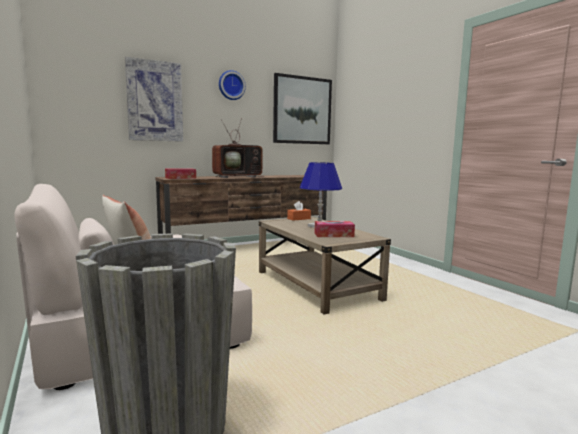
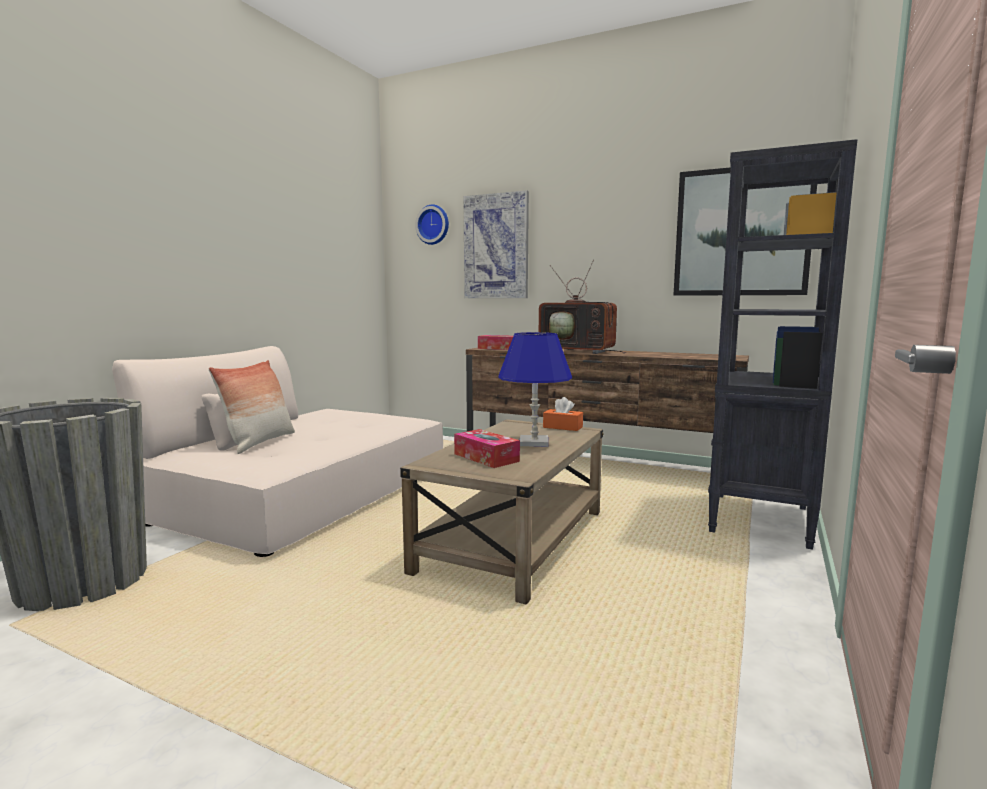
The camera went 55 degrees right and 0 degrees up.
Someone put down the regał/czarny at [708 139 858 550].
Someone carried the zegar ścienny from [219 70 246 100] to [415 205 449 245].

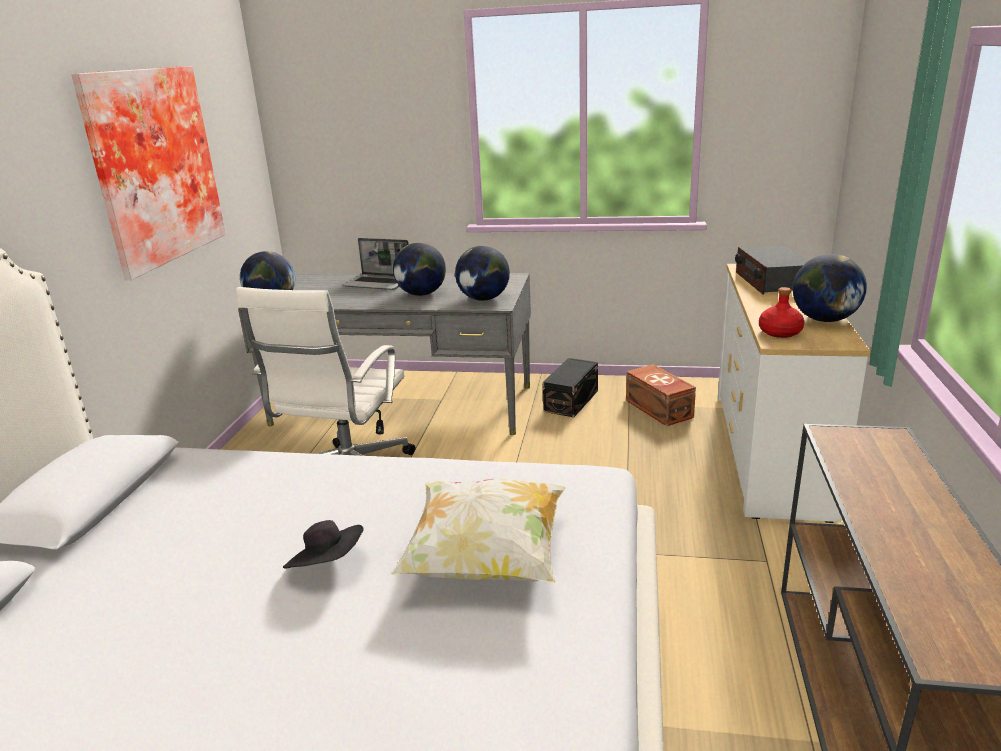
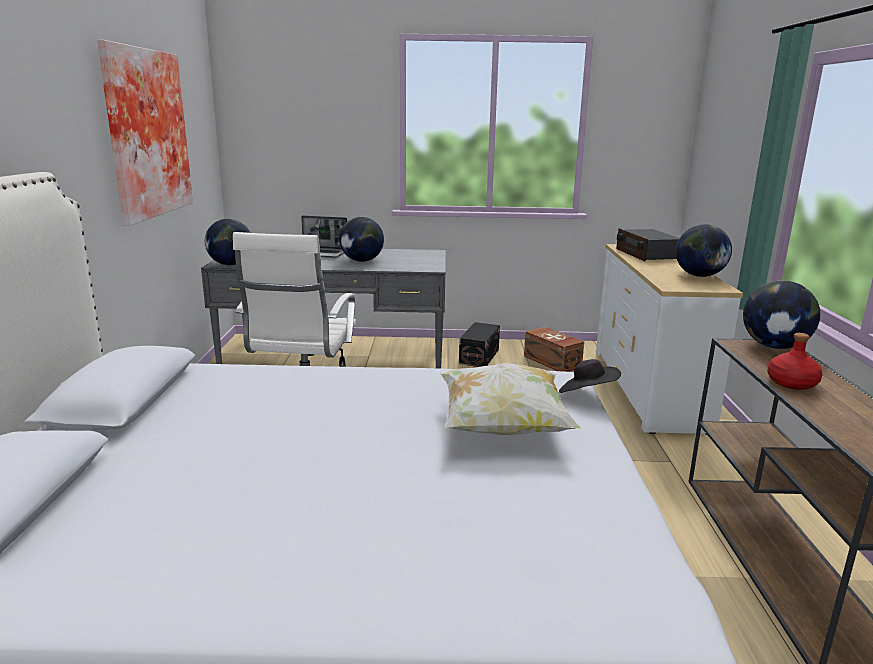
The camera went 10 degrees left and 5 degrees down.
Someone carried the kapelusz/czarny from [283 520 364 569] to [559 359 621 393].
Someone carried the globus from [455 246 510 301] to [743 280 820 349].
Someone carried the butelka/czerwony from [759 287 804 338] to [767 333 822 390].

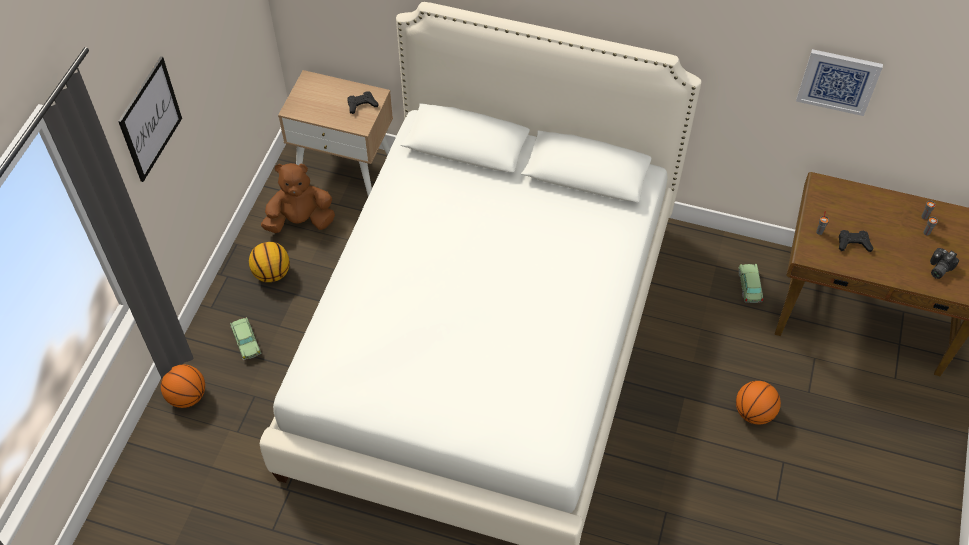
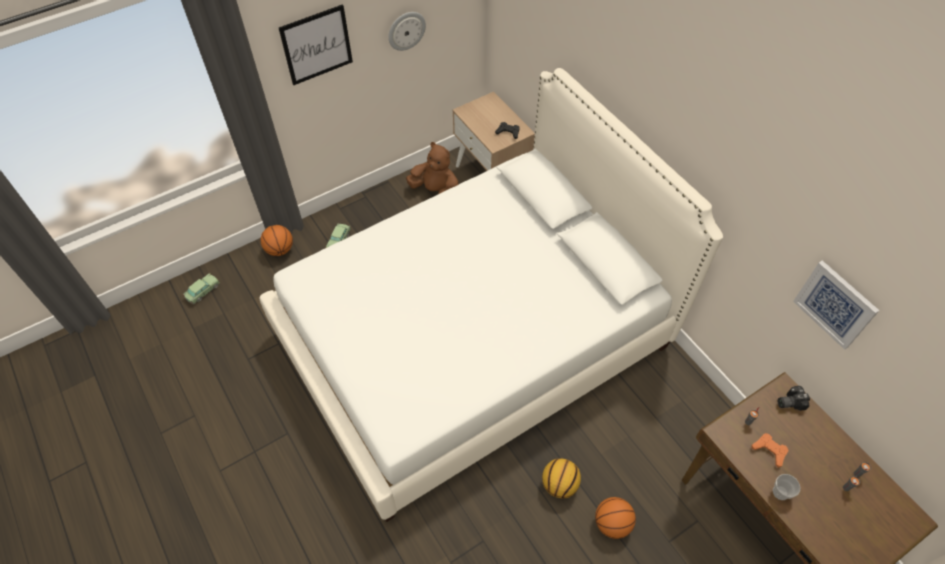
The camera went 40 degrees right and 0 degrees up.
Someone put up the zegar ścienny at [388 12 426 51].
Someone put down the filiżanka at [773 474 801 500].
Someone carried the piłka do koszykówki from [249 242 289 282] to [542 458 581 498].
Someone carried the samochodzik from [738 264 763 303] to [183 273 220 304].
Someone carried the aparat fotograficzny from [930 248 959 279] to [778 386 810 411].
Someone repainted the pad do gier/czarny at [839 230 873 252], which became the pad do gier/pomarańczowy at [751 433 788 468].

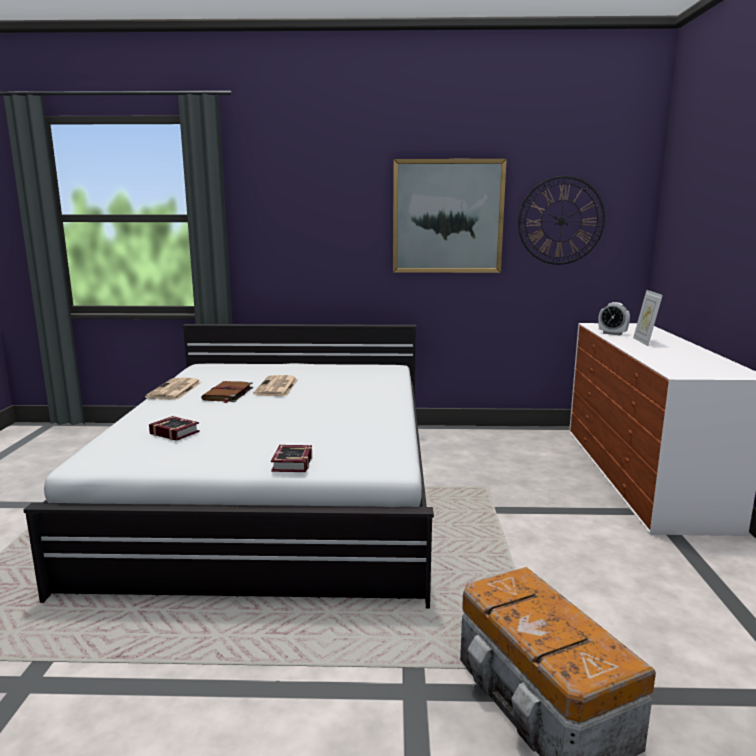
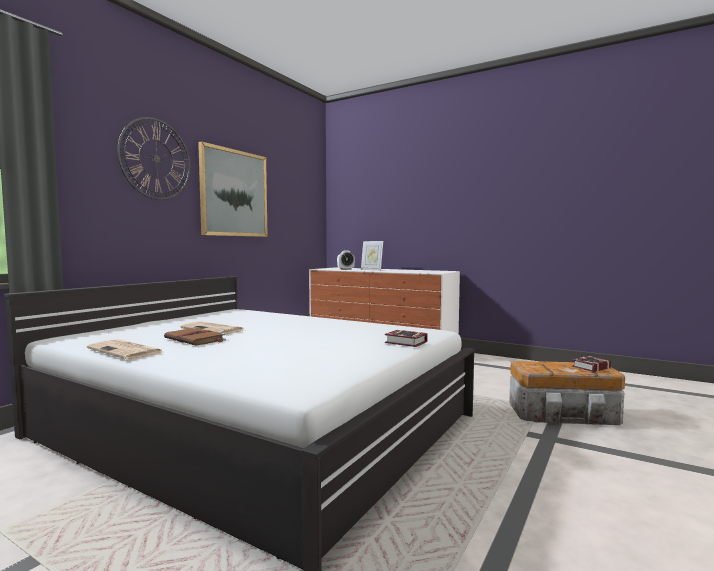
The camera went 60 degrees left and 10 degrees down.
Someone carried the książka from [149 416 200 441] to [572 356 611 372].
Someone carried the zegar ścienny from [518 176 605 265] to [117 117 191 200].

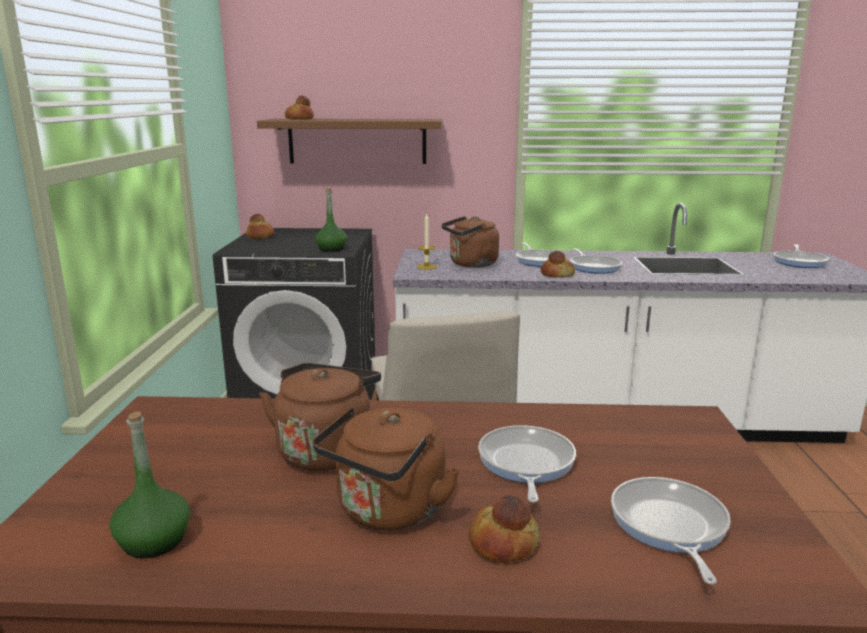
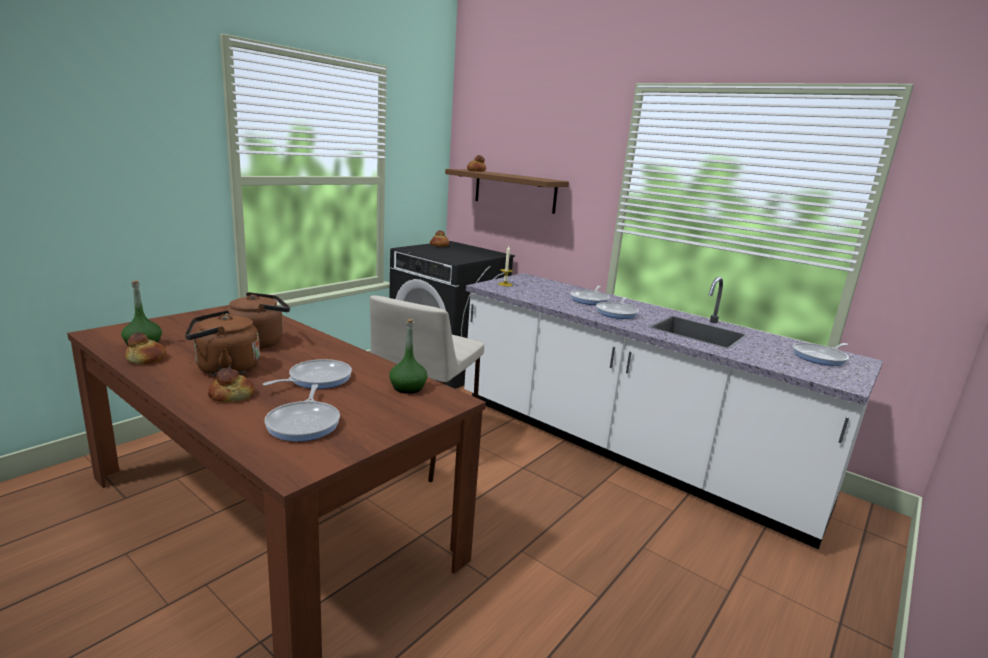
The camera went 35 degrees right and 0 degrees up.
Someone took away the czajnik/brązowy at [442 216 499 268].
Someone carried the butelka/zielony from [315 188 347 252] to [389 319 428 394].
Someone carried the chleb from [541 251 575 278] to [125 332 167 364].
Someone rotated the patelnia at [611 477 731 585] by 135 degrees clockwise.

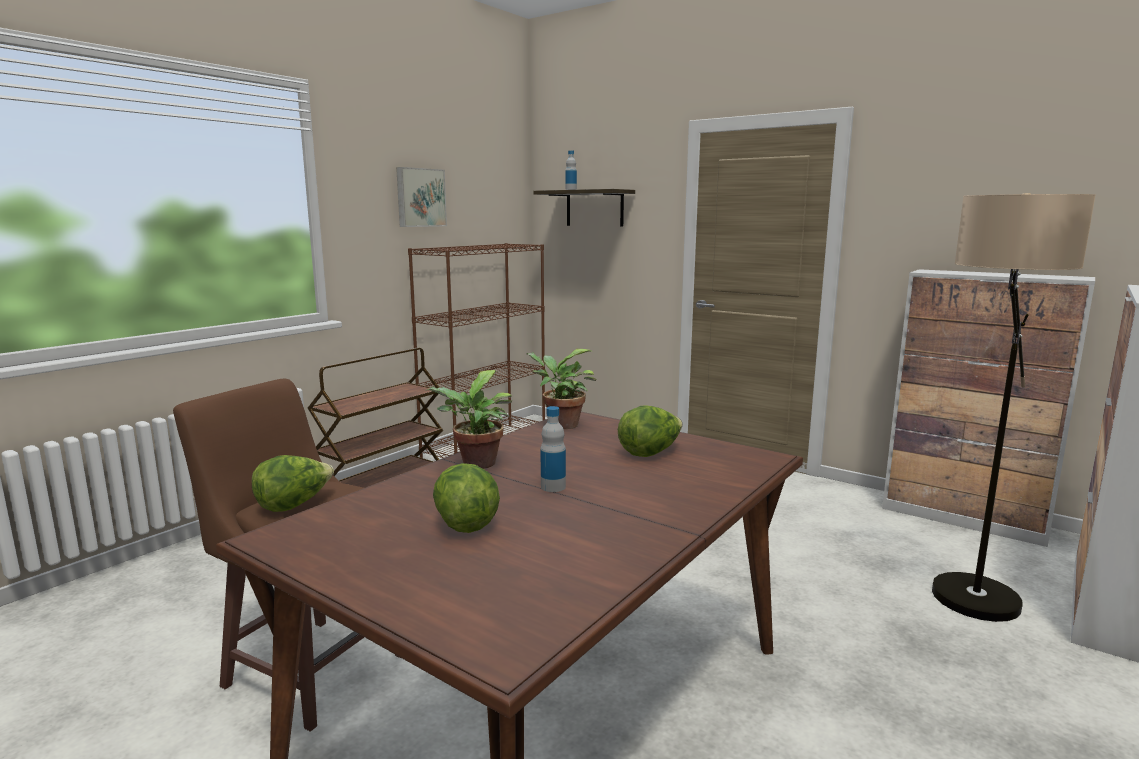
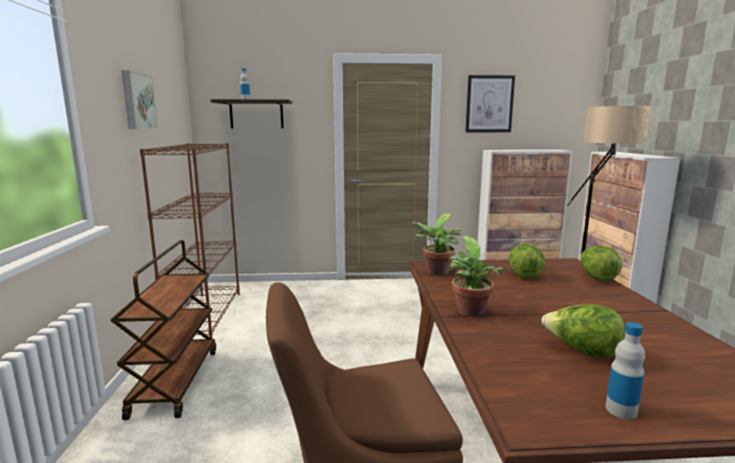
The camera went 40 degrees left and 0 degrees up.
Someone put up the obraz at [465 75 515 132].
Someone carried the sałata from [252 455 334 512] to [580 246 622 282].
Someone carried the butelka from [540 406 566 492] to [606 322 645 419].

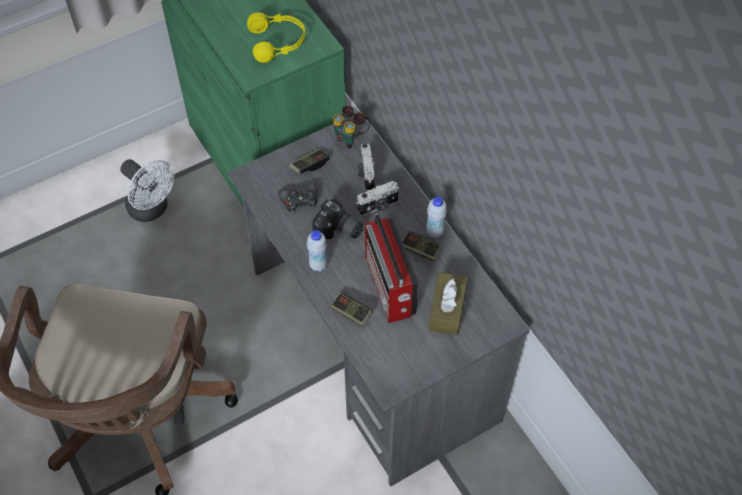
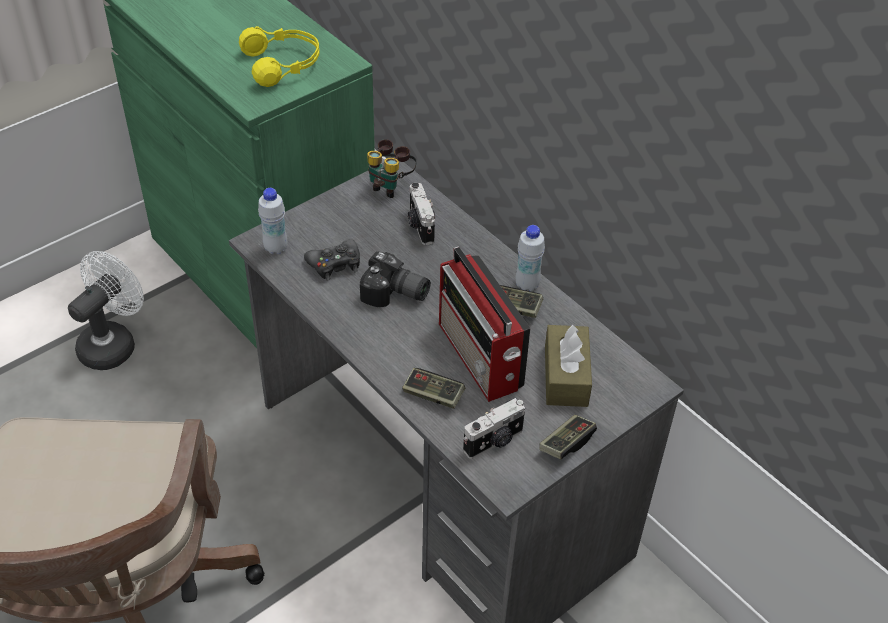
The camera went 10 degrees left and 10 degrees down.
Someone carried the pad do gier from [290 149 329 174] to [539 415 597 459].
Someone carried the butelka/biały from [307 230 327 272] to [258 188 287 254].
Someone carried the aparat fotograficzny from [356 181 399 216] to [463 398 525 459].
Someone rotated the wentylator/biały at [120 159 174 222] by 90 degrees counterclockwise.

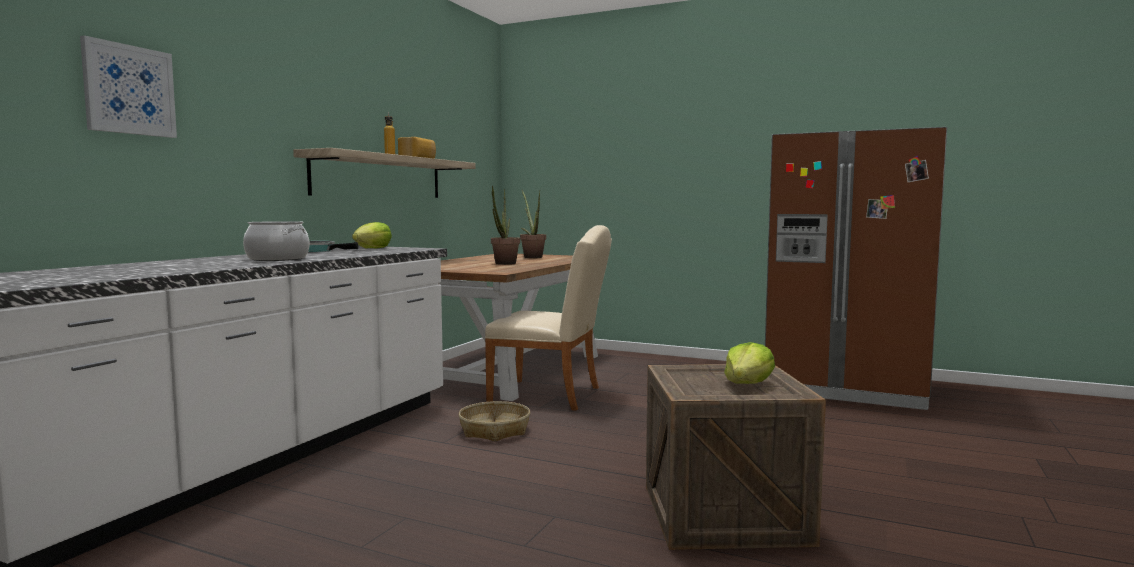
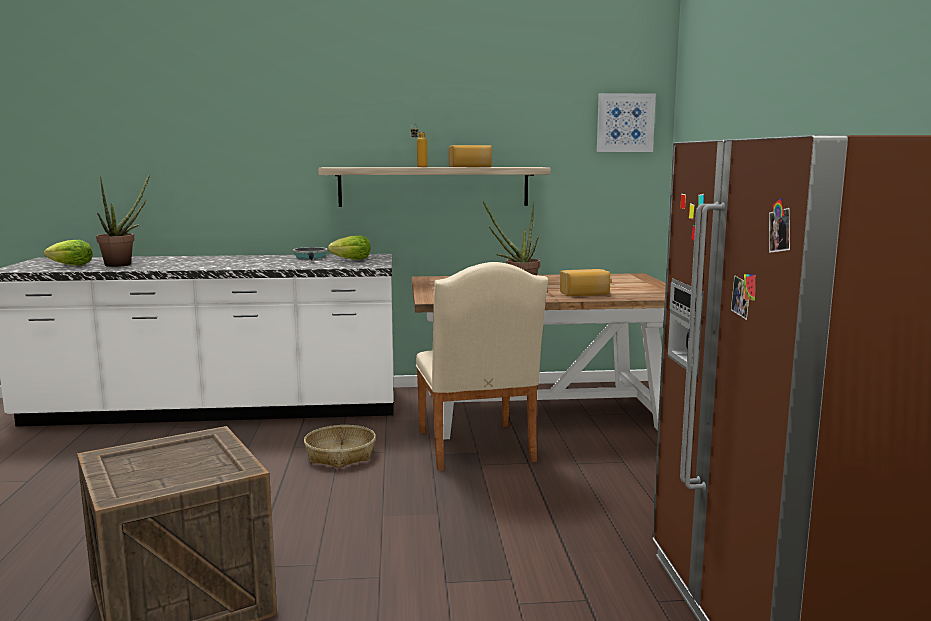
The camera went 60 degrees right and 5 degrees up.
Someone took away the garnek at [243 221 309 261].
Someone put down the chleb at [560 269 610 296].
Someone carried the obraz from [80 35 177 138] to [597 93 656 152].
Someone carried the roślina doniczkowa from [520 190 546 258] to [96 173 150 267].
Someone carried the sałata from [724 342 775 384] to [44 240 93 266].

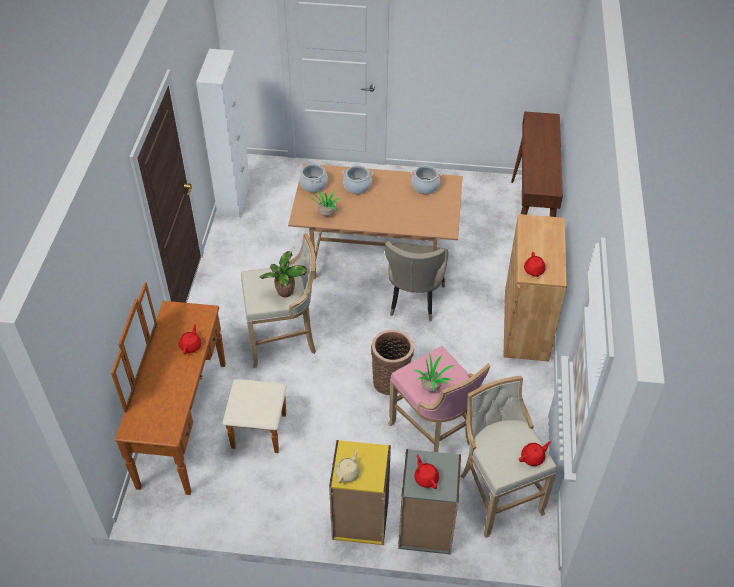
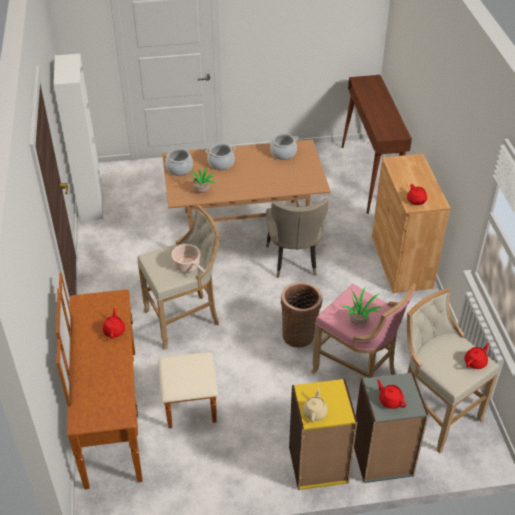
The camera went 15 degrees left and 5 degrees down.
Someone swapped the roślina doniczkowa at [259 251 307 297] for the garnek at [171 244 206 273].

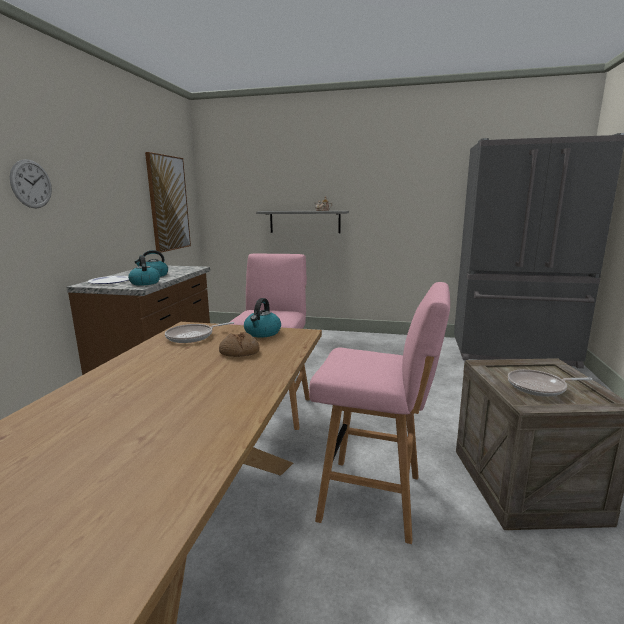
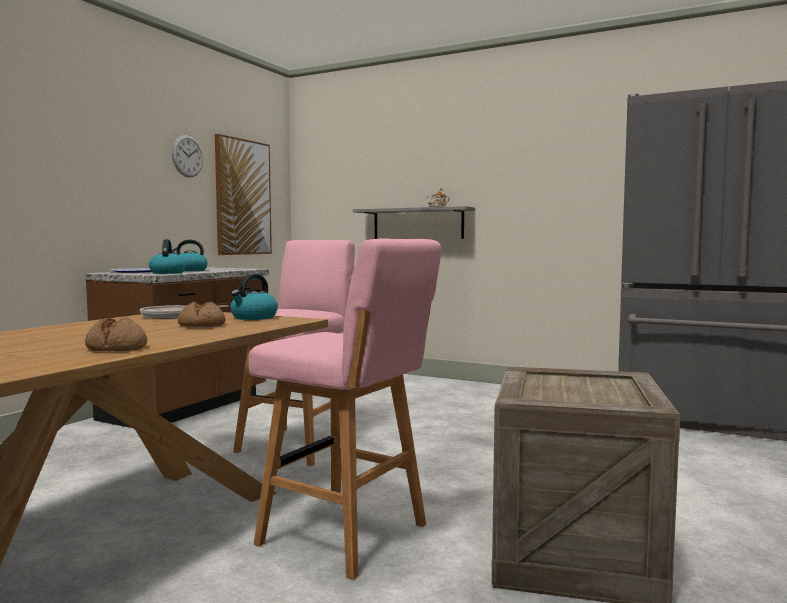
The camera went 15 degrees right and 10 degrees down.
Someone took away the patelnia at [508 369 593 397].
Someone put down the chleb at [85 317 147 351].
Someone carried the zegar ścienny from [10 159 52 208] to [172 135 203 177].

